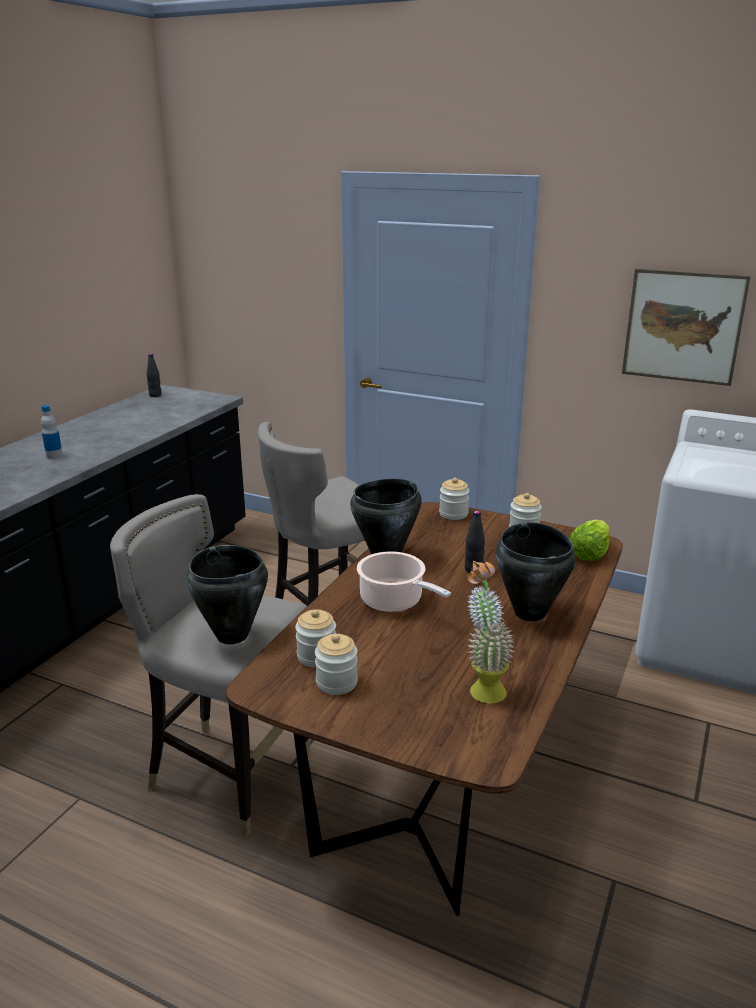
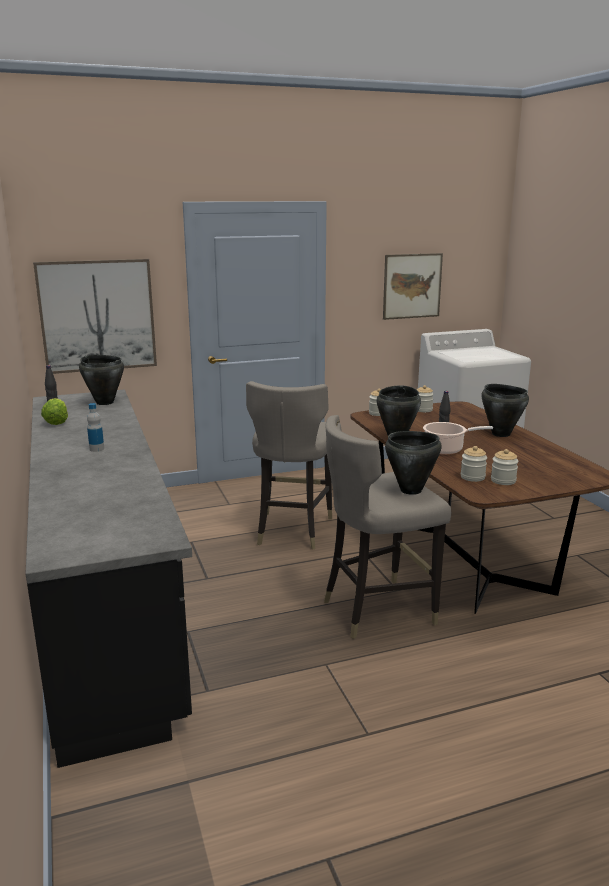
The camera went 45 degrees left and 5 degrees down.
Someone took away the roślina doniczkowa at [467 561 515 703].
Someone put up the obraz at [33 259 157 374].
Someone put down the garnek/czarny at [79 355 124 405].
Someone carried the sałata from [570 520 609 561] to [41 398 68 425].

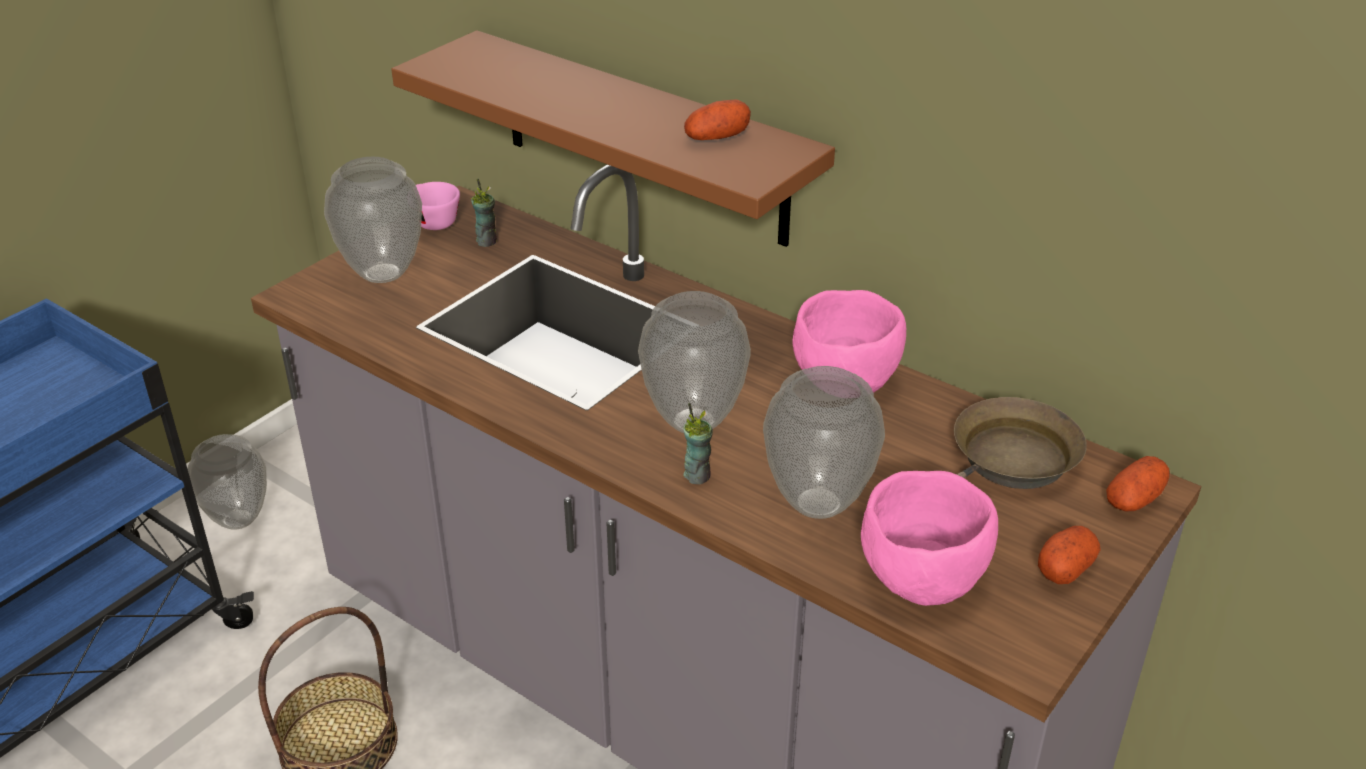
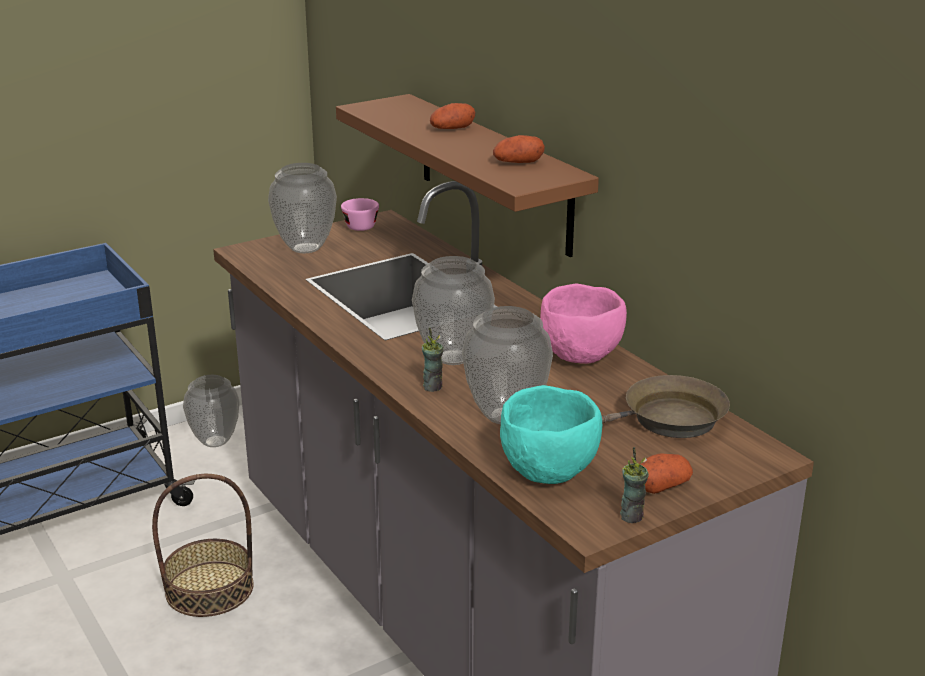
The camera went 20 degrees right and 10 degrees down.
Someone carried the filiżanka from [471 179 497 247] to [620 447 649 523].
Someone carried the ziemniak from [1106 456 1170 511] to [430 103 475 129].
Someone repainted the miska/różowy at [861 471 998 606], which became the miska/turkusowy at [500 385 602 484].

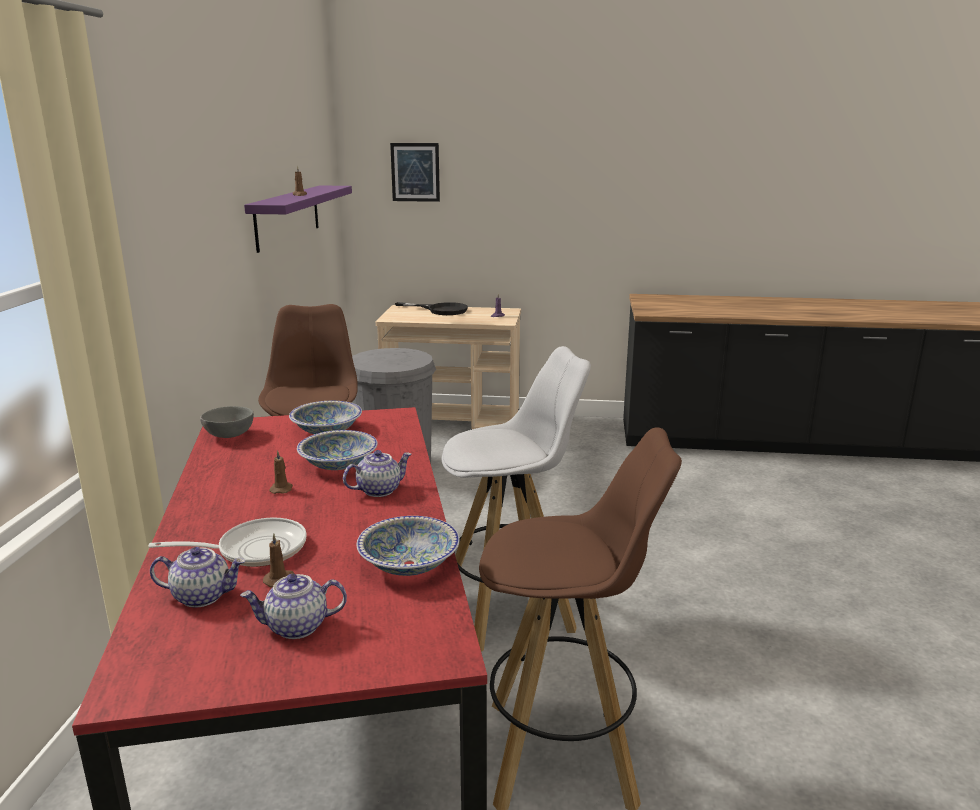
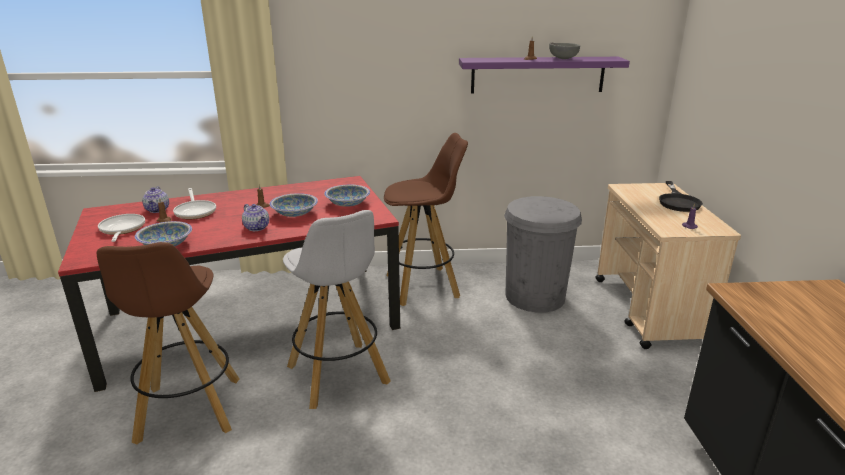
The camera went 80 degrees right and 5 degrees up.
Someone took away the obraz at [390 143 440 202].
Someone carried the miska/szary from [200 406 254 438] to [549 42 580 59].
Someone swapped the imbryk at [240 574 347 639] for the patelnia at [98 214 145 242].

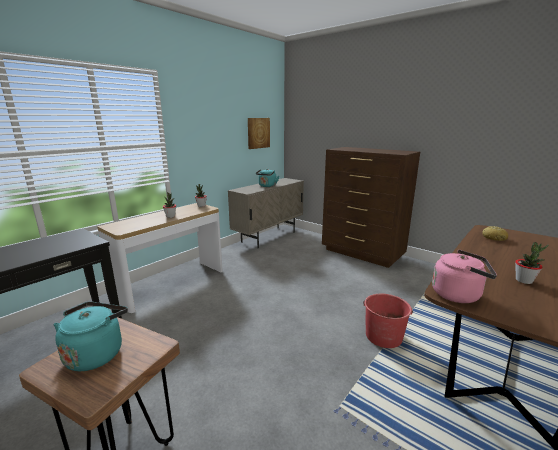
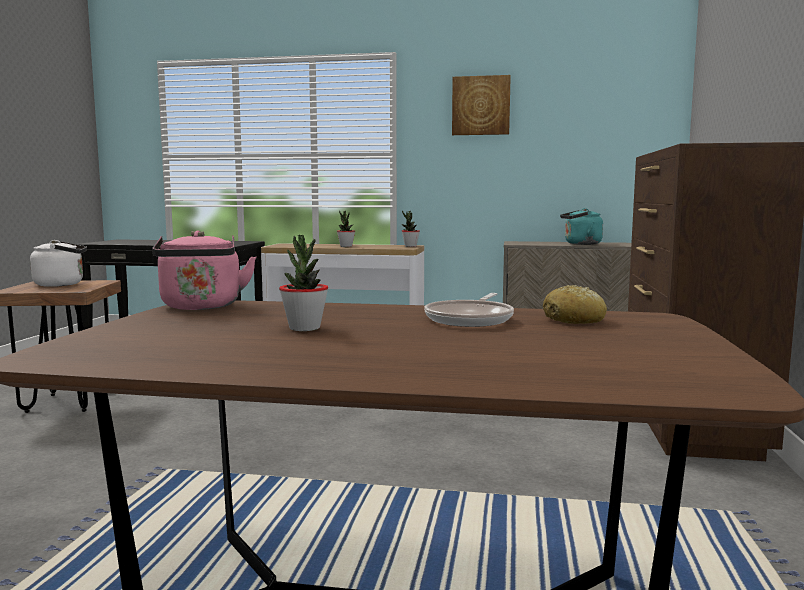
The camera went 60 degrees right and 10 degrees down.
Someone took away the wiadro/czerwony at [363 294 413 348].
Someone put down the patelnia at [424 293 514 327].
Someone carried the obraz from [248 118 270 149] to [452 75 511 135].
Someone repainted the czajnik/turkusowy at [53 302 128 371], which became the czajnik/biały at [30 240 87 287].

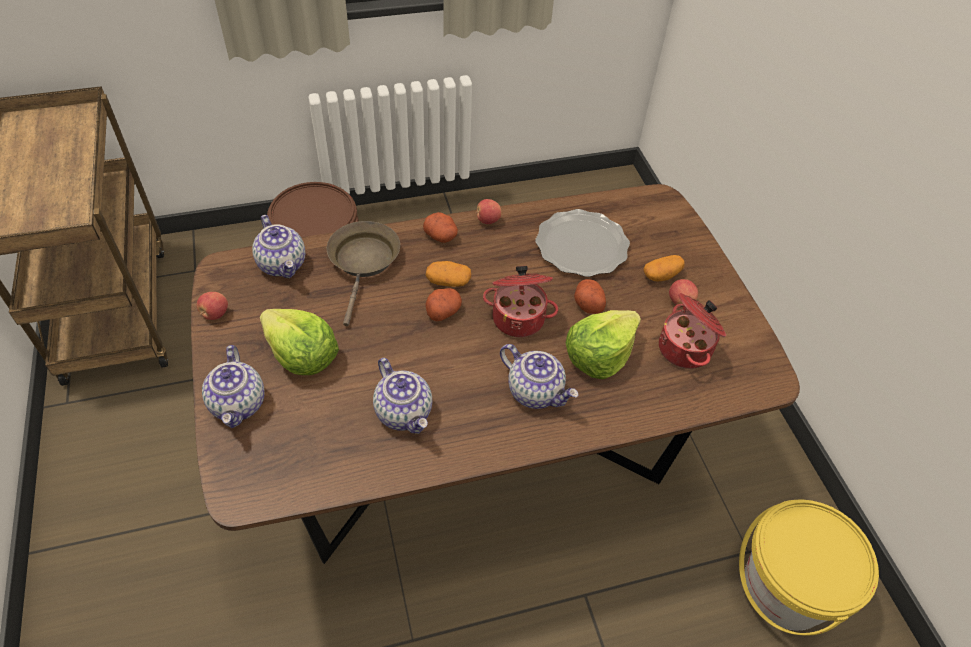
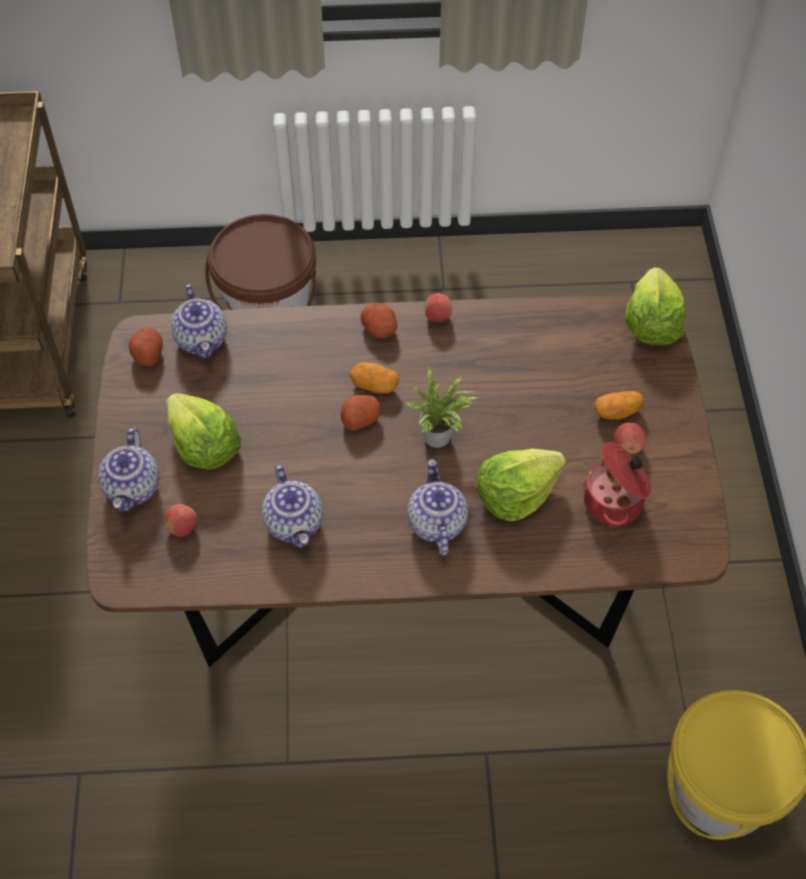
The camera went 15 degrees right and 5 degrees up.
Someone took away the patelnia/brązowy at [327 221 400 326].
Someone took away the talerz at [535 209 630 277].
Someone put down the sałata at [625 267 686 345].
Someone carried the jabłko from [197 292 228 320] to [164 504 198 537].
Someone carried the ziemniak from [574 279 606 314] to [129 328 163 366].
Someone swapped the garnek at [483 266 558 337] for the roślina doniczkowa at [406 366 479 448].
Someone rotated the imbryk at [500 344 578 409] by 150 degrees counterclockwise.

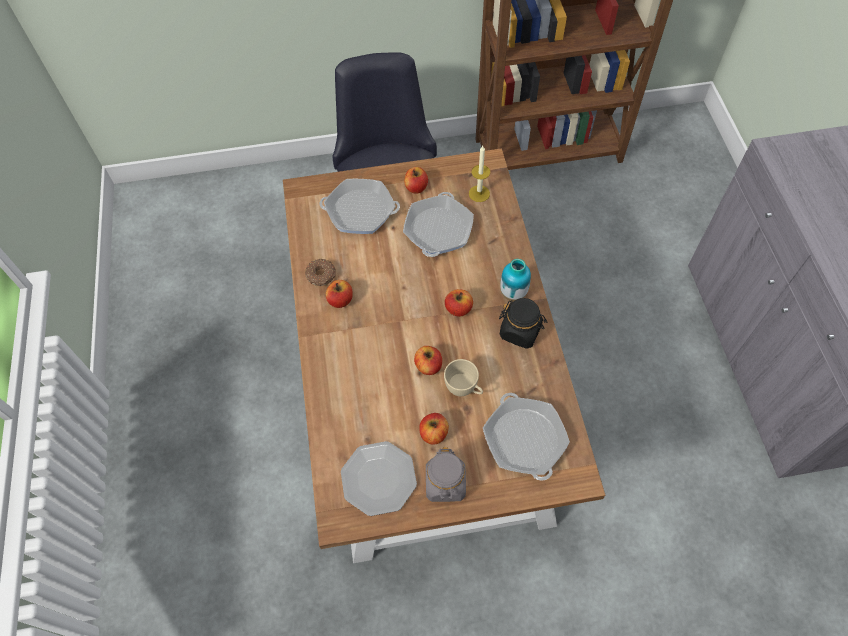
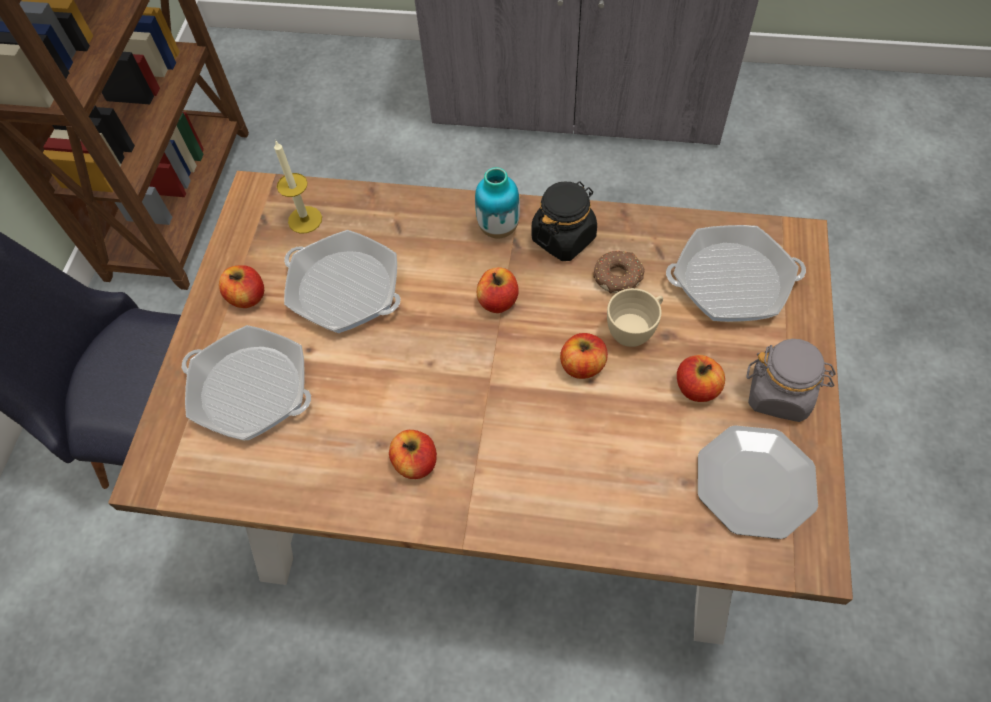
The camera went 70 degrees left and 0 degrees up.
Someone carried the donut from [305 259 336 286] to [594 250 645 294].
Someone rotated the patelnia at [320 179 400 234] by 90 degrees counterclockwise.

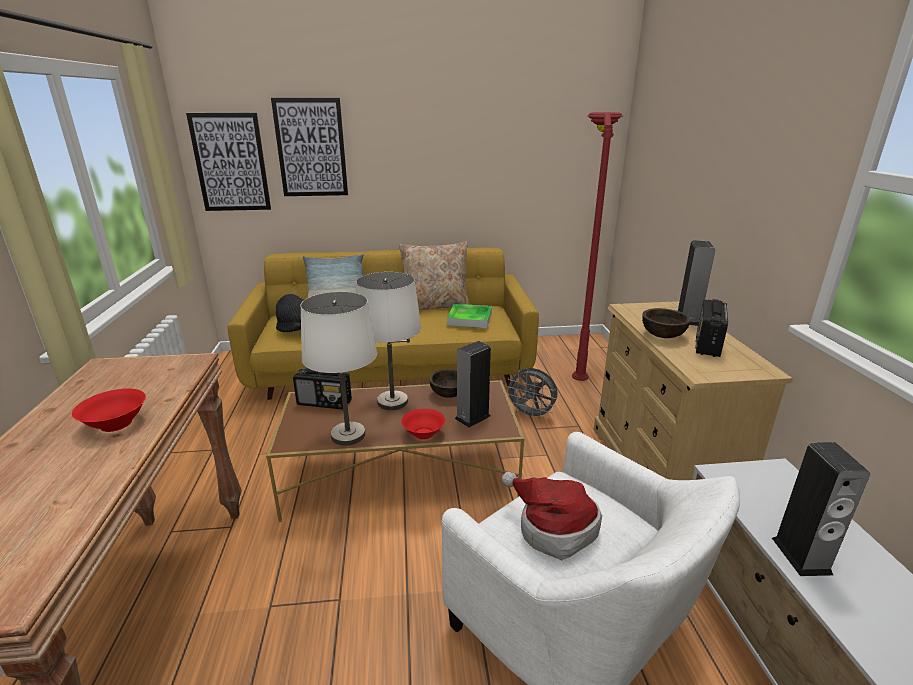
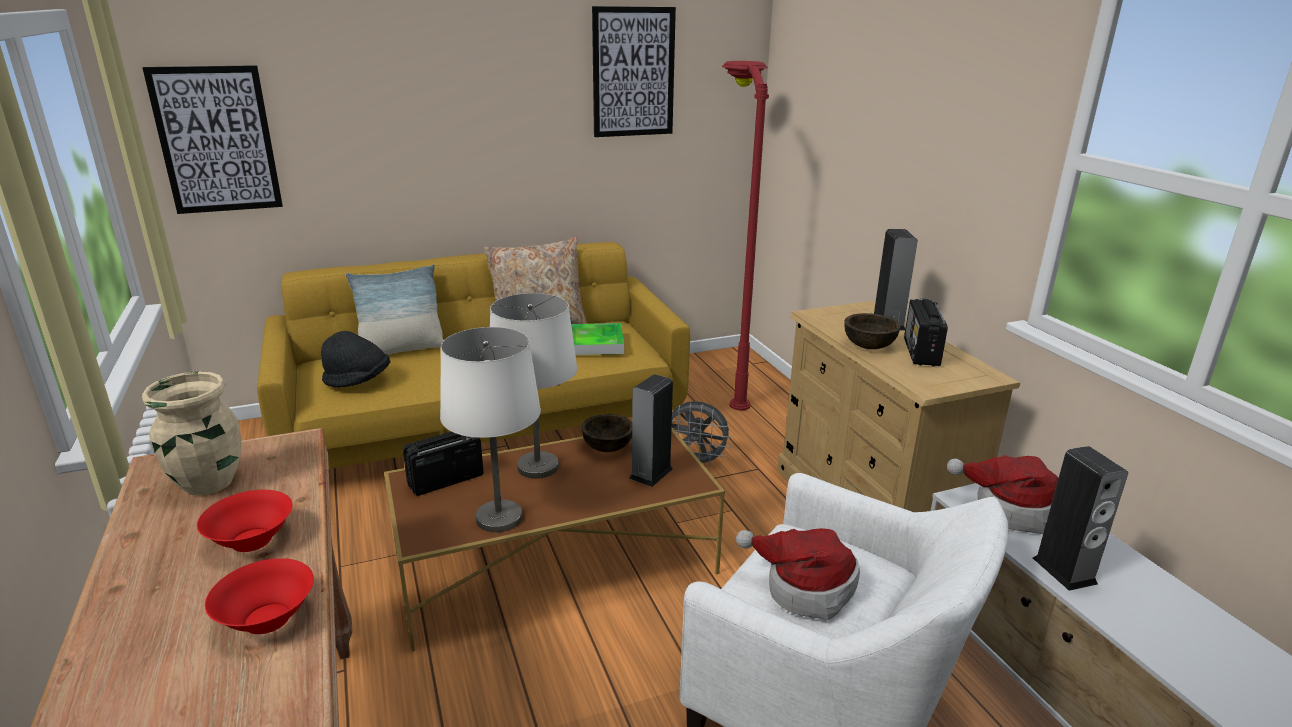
The camera went 15 degrees left and 0 degrees up.
Someone put down the wazon/beżowy at [142 371 241 496].
Someone put down the kapelusz at [947 455 1059 534].
Someone carried the obraz from [271 98 348 196] to [592 6 676 137].
Someone carried the miska/czerwony from [401 409 445 440] to [205 558 314 634].
Someone rotated the radio at [293 368 352 410] by 150 degrees clockwise.

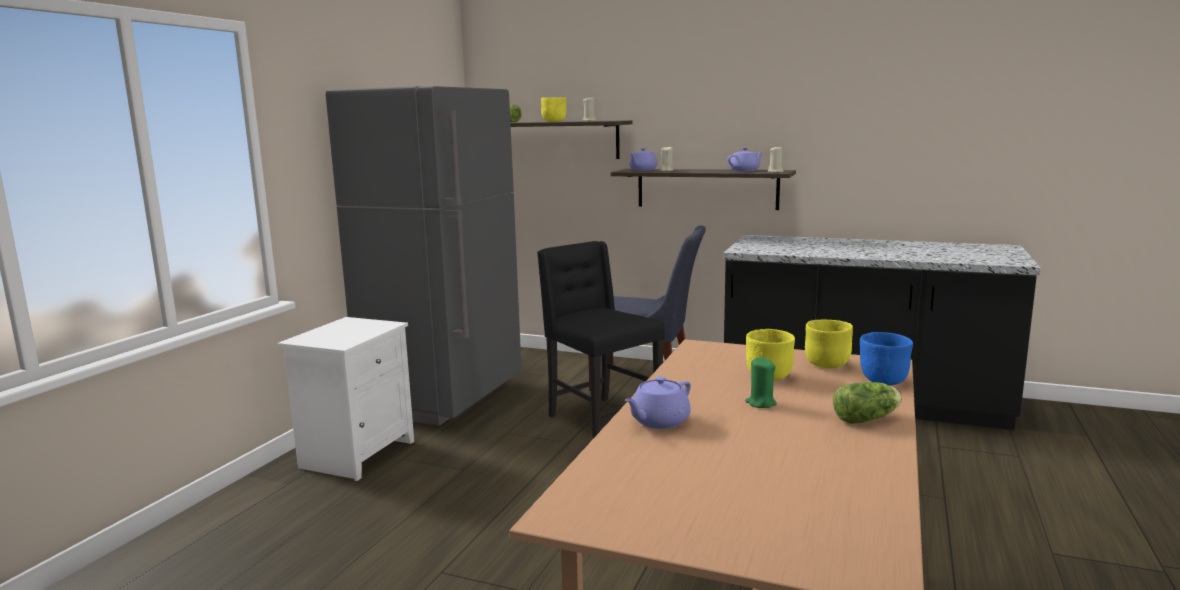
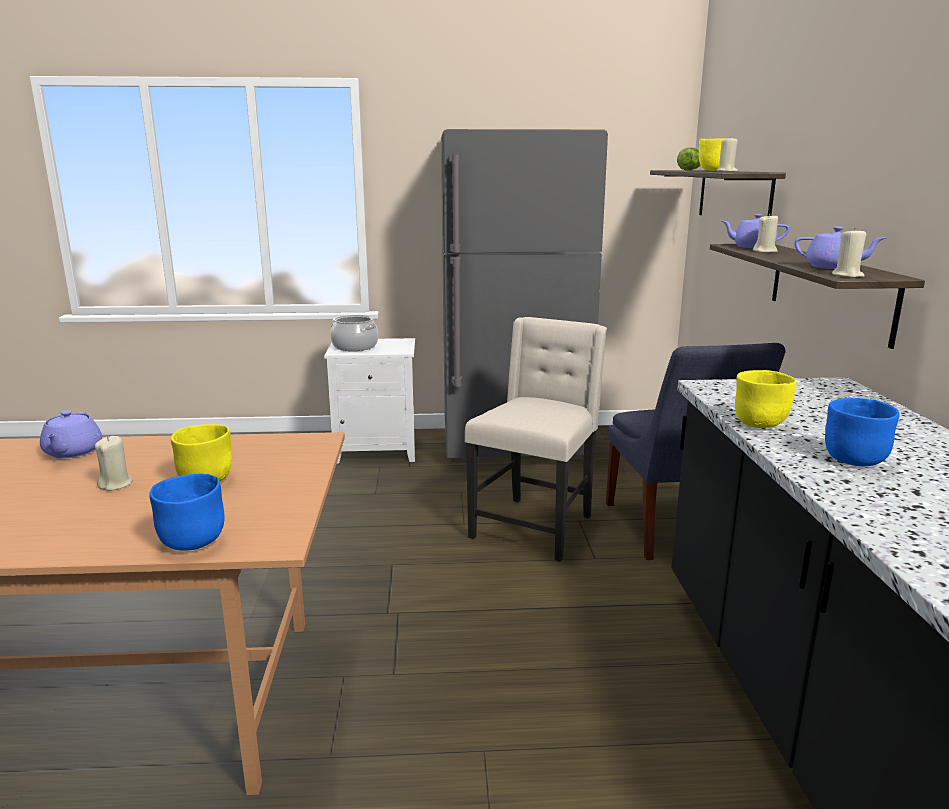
The camera went 65 degrees right and 5 degrees up.
Someone took away the sałata at [833 382 902 424].
Someone put down the garnek at [330 315 378 351].
Someone put down the miska/niebieski at [825 398 900 467].
Someone carried the miska/żółty from [805 320 853 368] to [735 370 797 428].
Someone repainted the krzesło/czarny at [537 241 665 439], which became the krzesło/beżowy at [465 317 607 562].
Someone repainted the świeca/zielony at [745 357 777 408], which became the świeca/beżowy at [95 436 133 491].
Someone rotated the imbryk/fioletowy at [625 376 691 429] by 120 degrees counterclockwise.

